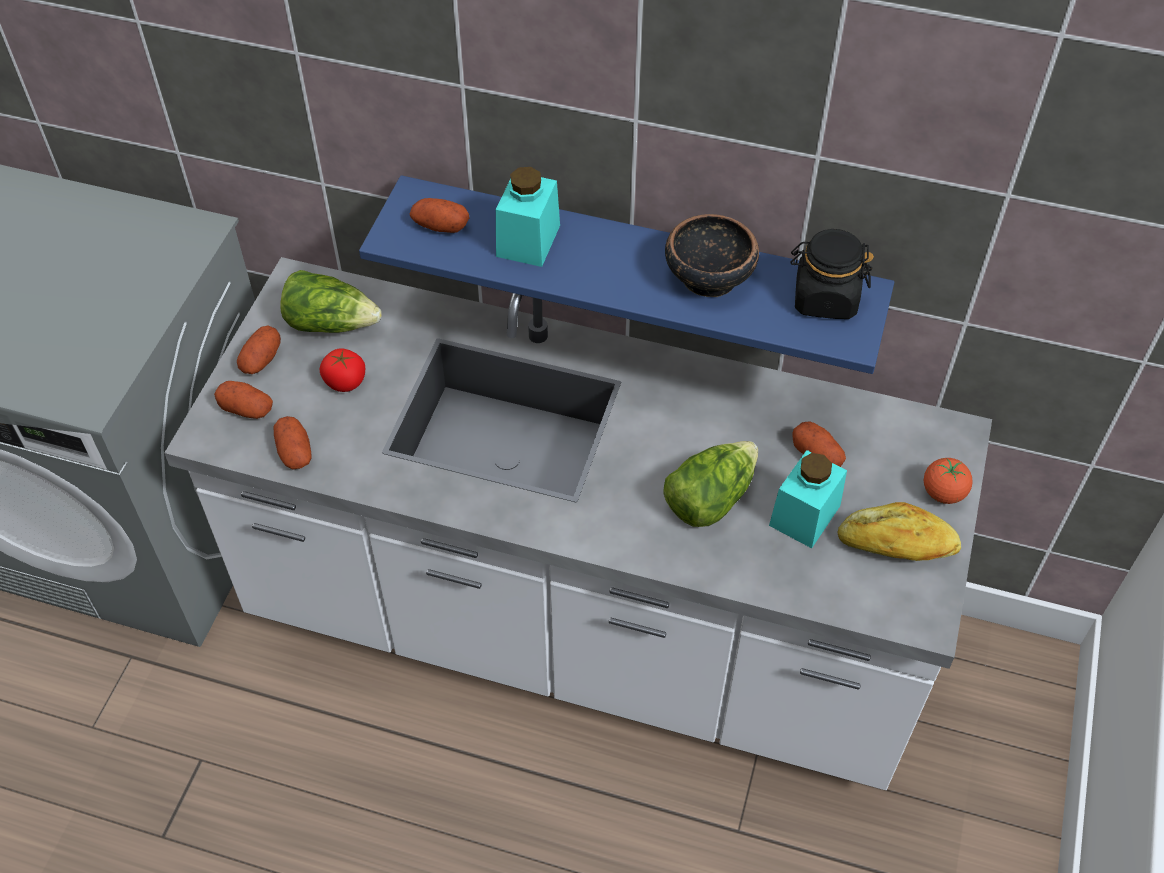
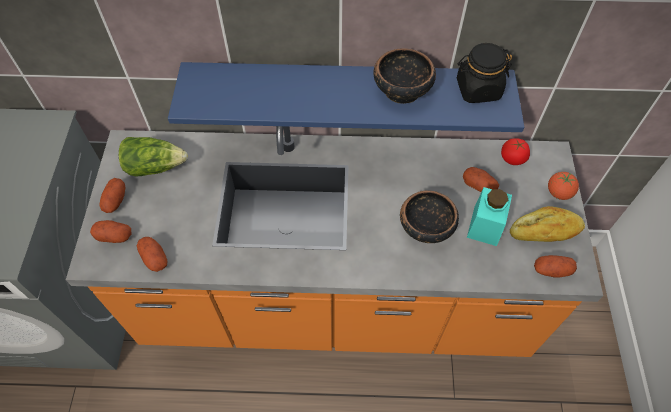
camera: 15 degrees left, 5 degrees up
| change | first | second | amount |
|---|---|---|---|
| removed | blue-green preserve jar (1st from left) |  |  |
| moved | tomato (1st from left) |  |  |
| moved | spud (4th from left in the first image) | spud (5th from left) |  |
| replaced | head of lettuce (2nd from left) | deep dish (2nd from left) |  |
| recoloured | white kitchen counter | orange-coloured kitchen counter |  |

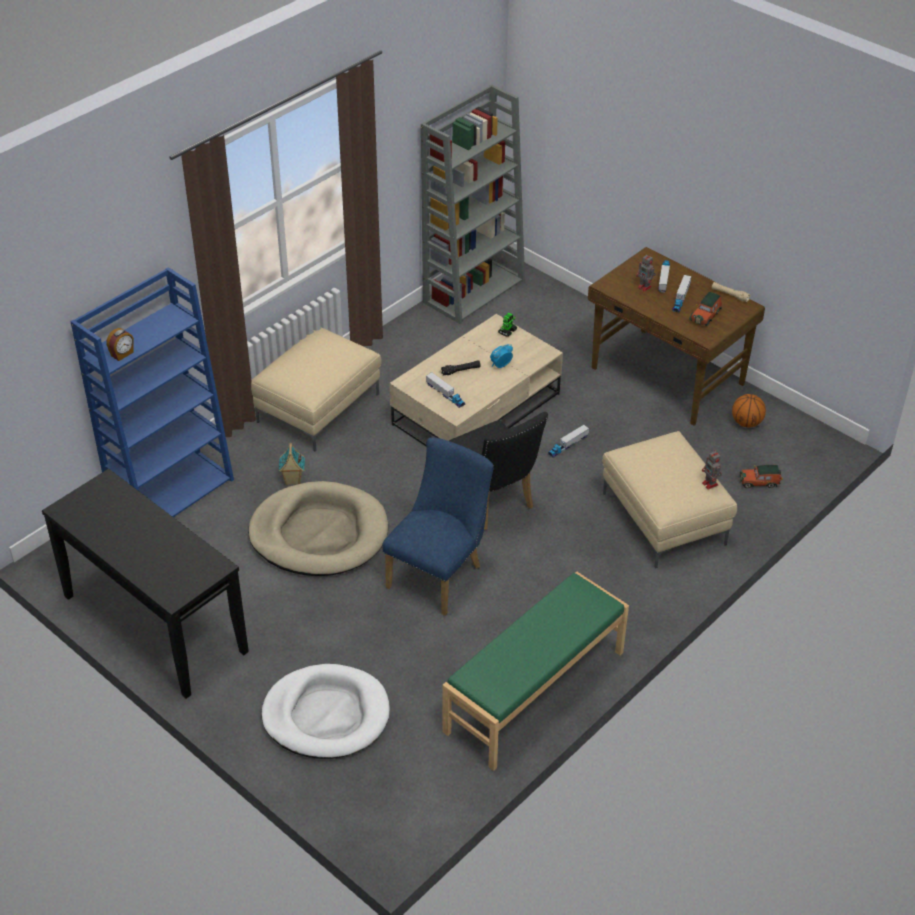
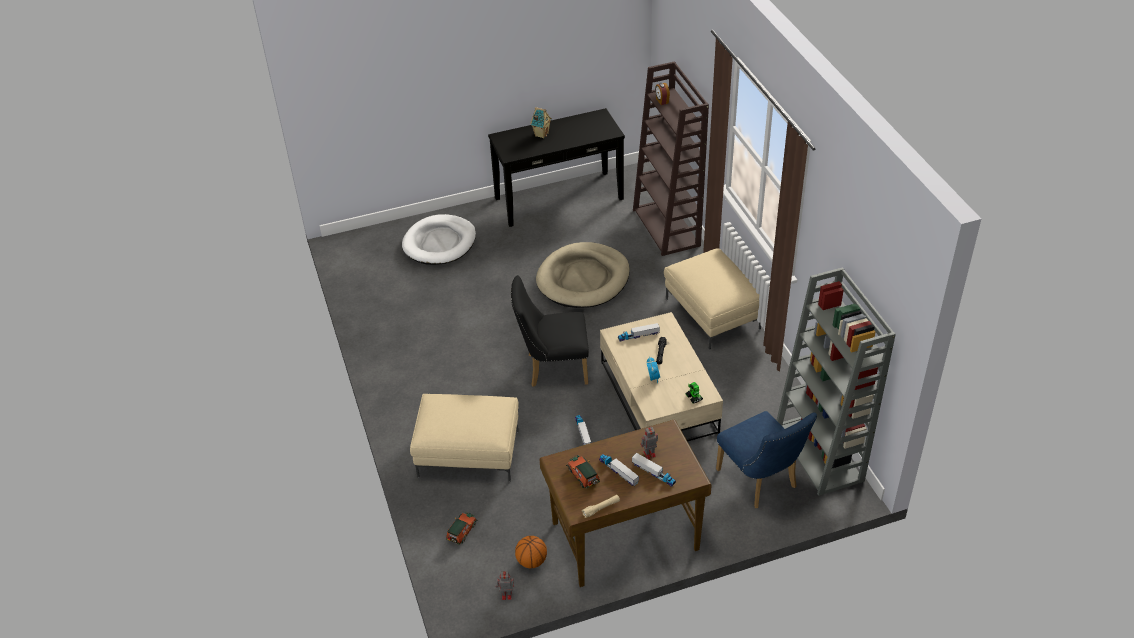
camera: 120 degrees right, 0 degrees up
| change | first | second | amount |
|---|---|---|---|
| removed | greenish long seat |  |  |
| moved | toy house |  |  |
| moved | blue-coloured plain chair |  |  |
| moved | model robot (3rd from left in the first image) | model robot (1st from left) |  |
| recoloured | blue-coloured bookshelf | brown-coloured bookshelf |  |

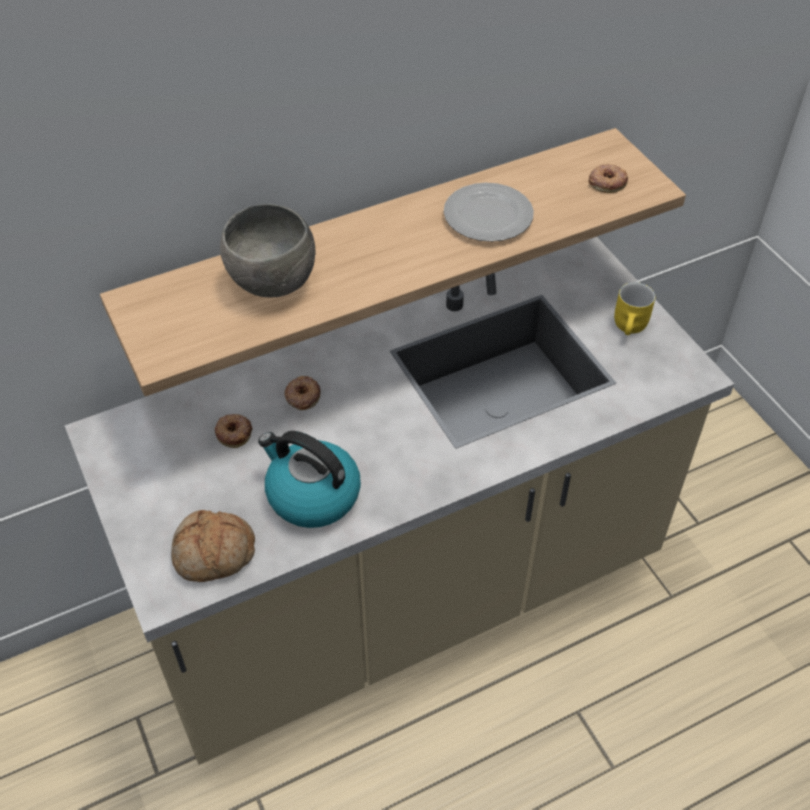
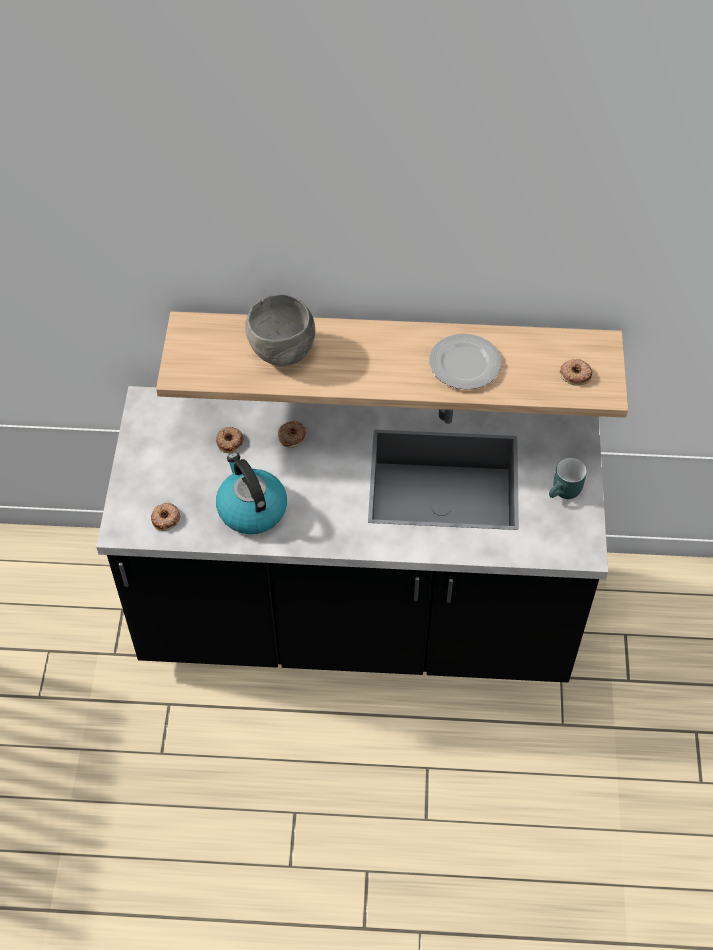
camera: 30 degrees right, 5 degrees up
| change | first | second | amount |
|---|---|---|---|
| replaced | bakery bread | ring doughnut (1st from left) |  |
| recoloured | beige kitchen counter | blackish kitchen counter |  |
| recoloured | yellow coffee mug | blue-green coffee mug |  |

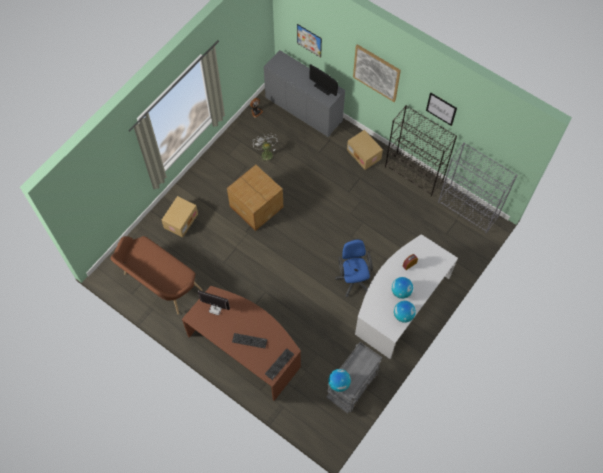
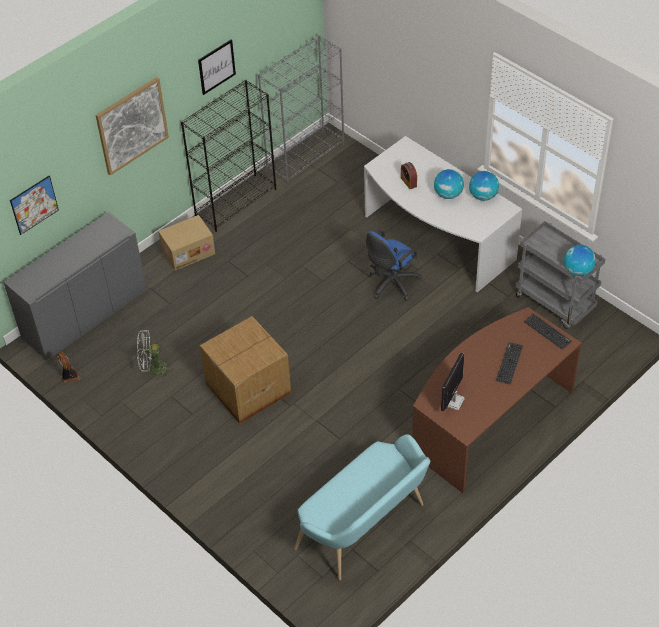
camera: 80 degrees left, 15 degrees down
| change | first | second | amount |
|---|---|---|---|
| removed | carton (1st from left) |  |  |
| removed | monitor (2nd from left) |  |  |
| recoloured | brown-coloured long seat | blue-green long seat |  |
| turned | blue-coloured desk chair |  | 45 degrees counterclockwise |

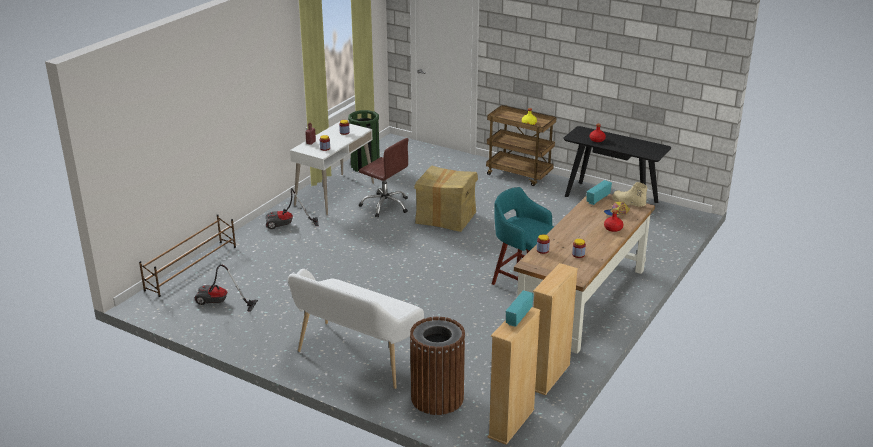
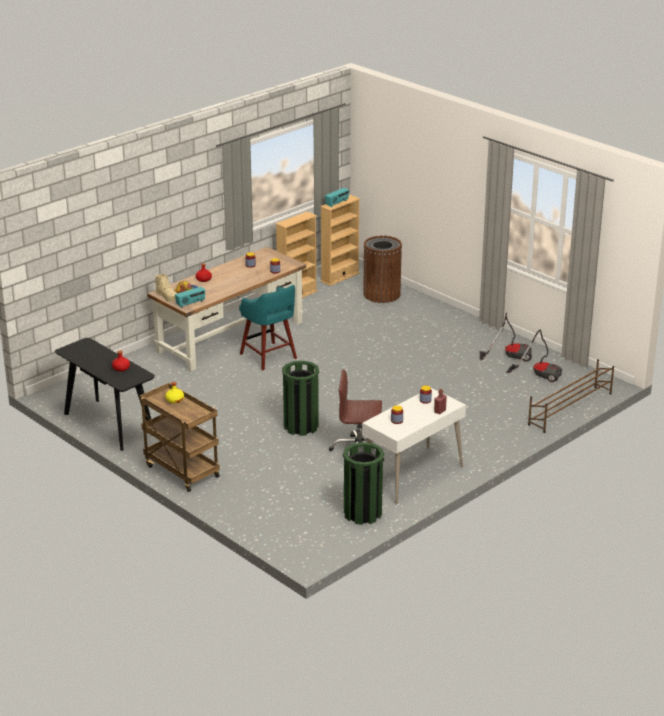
camera: 165 degrees left, 0 degrees up
| change | first | second | amount |
|---|---|---|---|
| removed | white long seat |  |  |
| moved | vacuum cleaner (2nd from left in the first image) | vacuum cleaner (1st from left) |  |
| replaced | carton | greenish rubbish bin (1st from left) |  |
| turned | brown-coloured desk chair |  | 45 degrees counterclockwise |

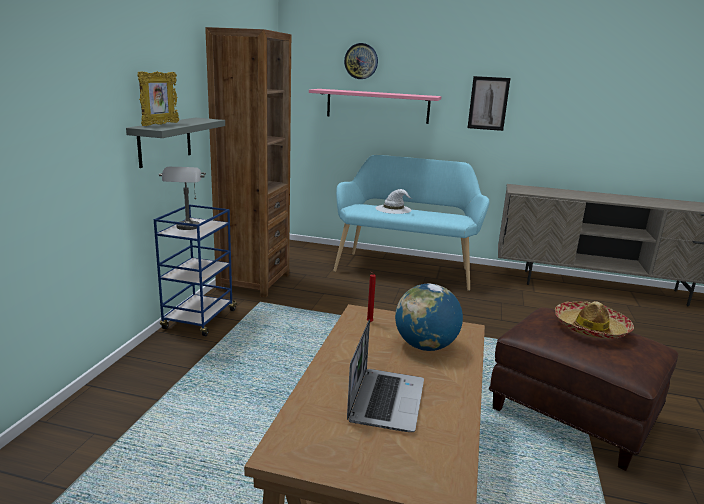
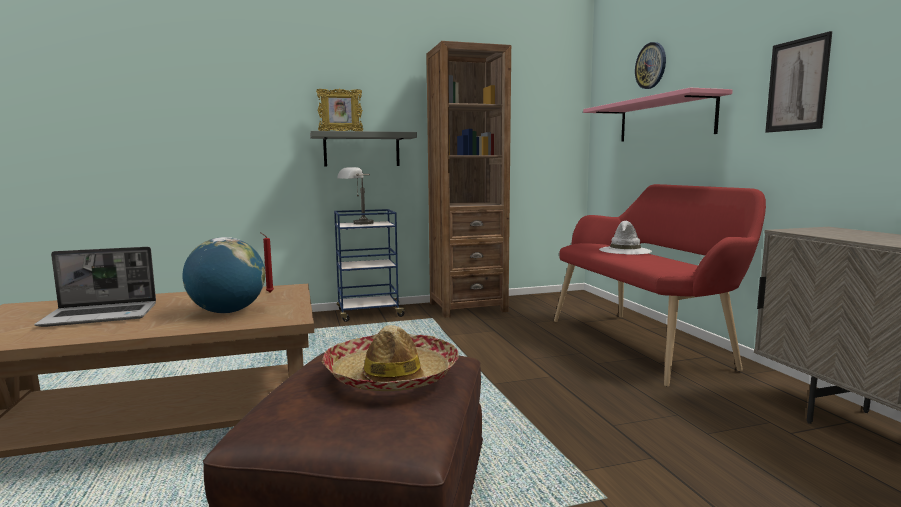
camera: 60 degrees right, 10 degrees down
| change | first | second | amount |
|---|---|---|---|
| recoloured | blue-green long seat | red long seat |  |

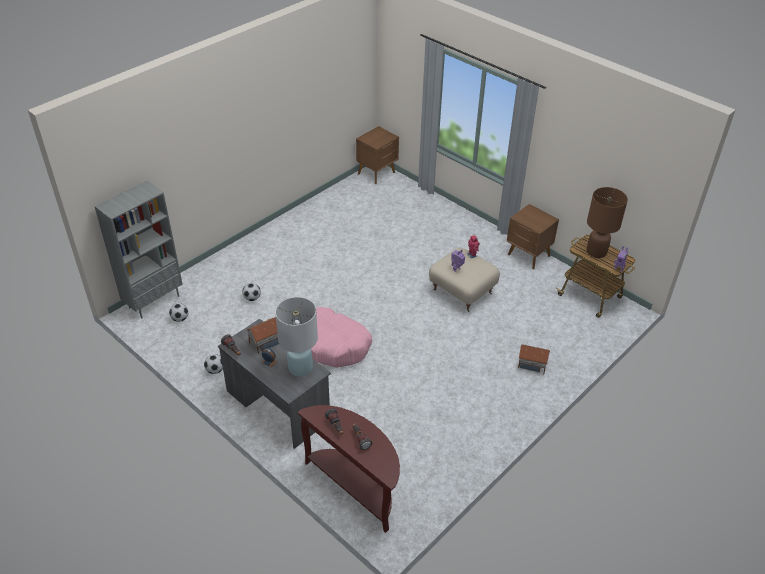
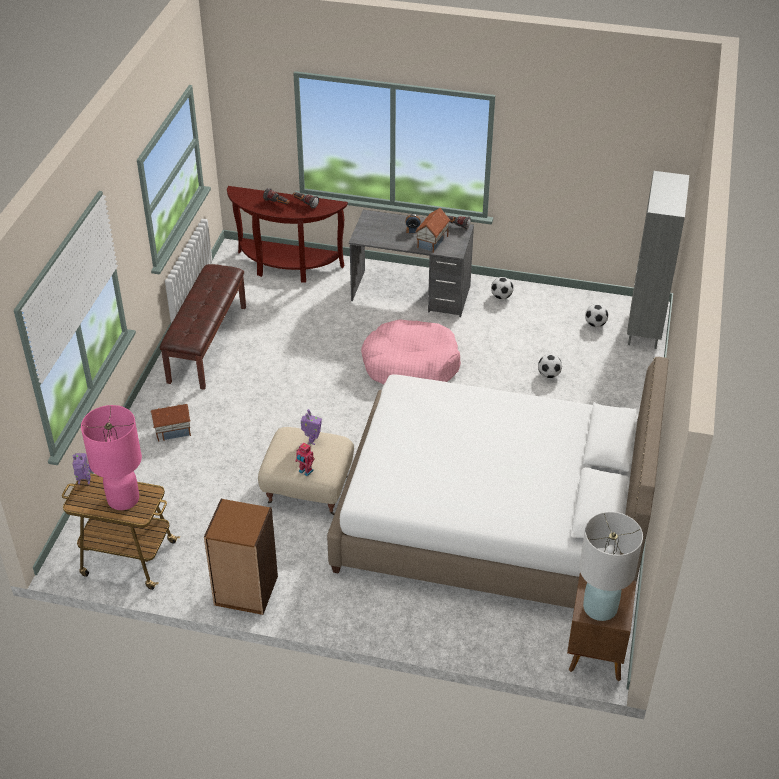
camera: 150 degrees right, 0 degrees up
| change | first | second | amount |
|---|---|---|---|
| added |  | brown-coloured long seat |  |
| added |  | white bedroom bed |  |
| moved | white lamp for a table |  |  |
| replaced | brown-coloured nightstand (2nd from left) | brown-coloured bookshelf |  |
| recoloured | brown-coloured lamp for a table | pink-coloured lamp for a table |  |

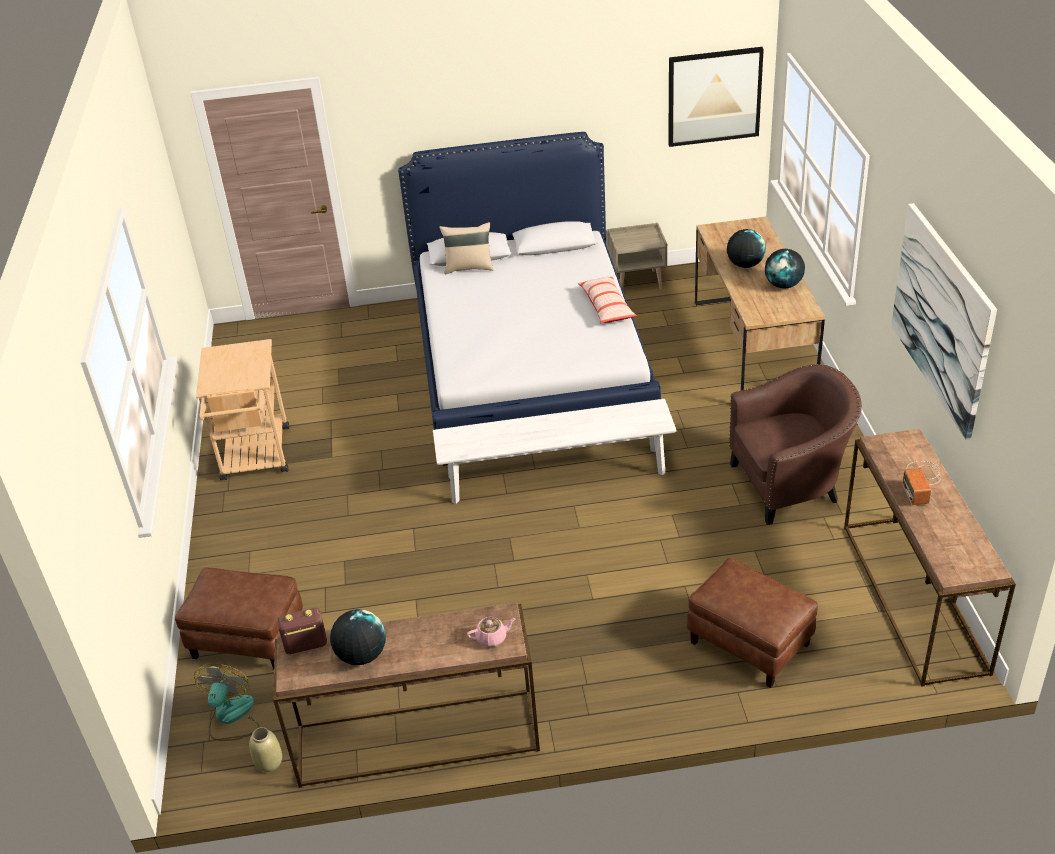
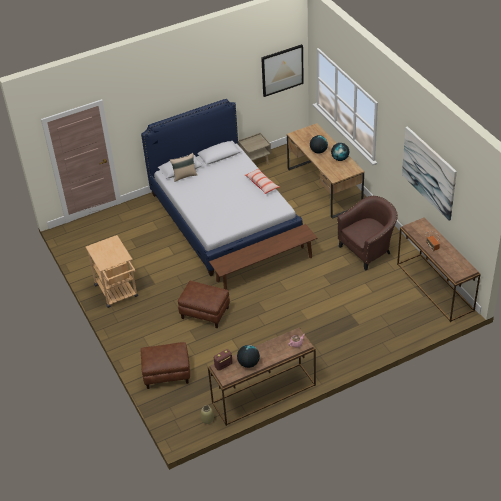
camera: 20 degrees left, 5 degrees up
| change | first | second | amount |
|---|---|---|---|
| removed | cooling fan |  |  |
| moved | brown-coloured pouffe (2nd from left) |  |  |
| recoloured | white long seat | brown-coloured long seat |  |

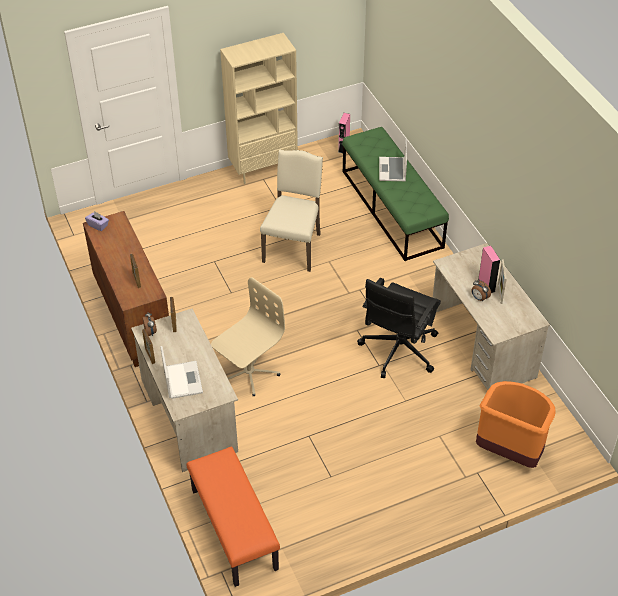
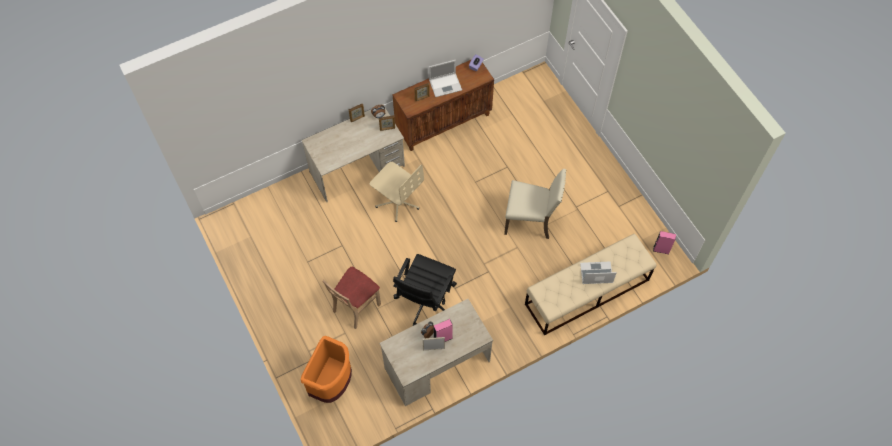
camera: 85 degrees right, 15 degrees up
| change | first | second | amount |
|---|---|---|---|
| removed | orange-coloured long seat |  |  |
| removed | beige bookshelf |  |  |
| added |  | beige plain chair (1st from left) |  |
| moved | portable computer (1st from left) |  |  |
| recoloured | greenish long seat | beige long seat |  |
| turned | blackish desk chair |  | 90 degrees counterclockwise |

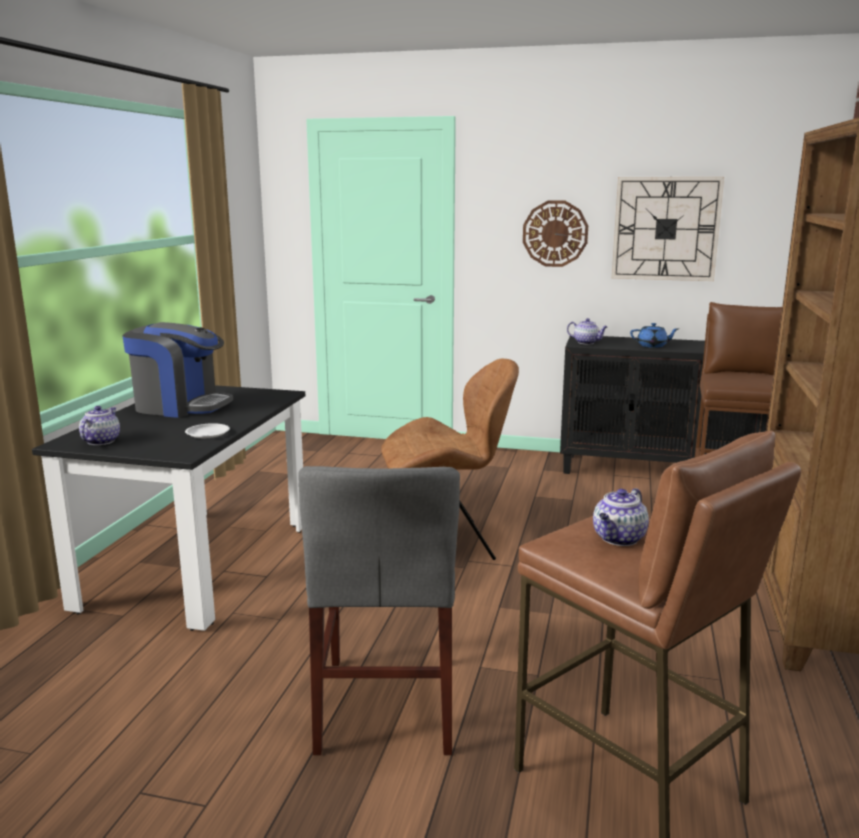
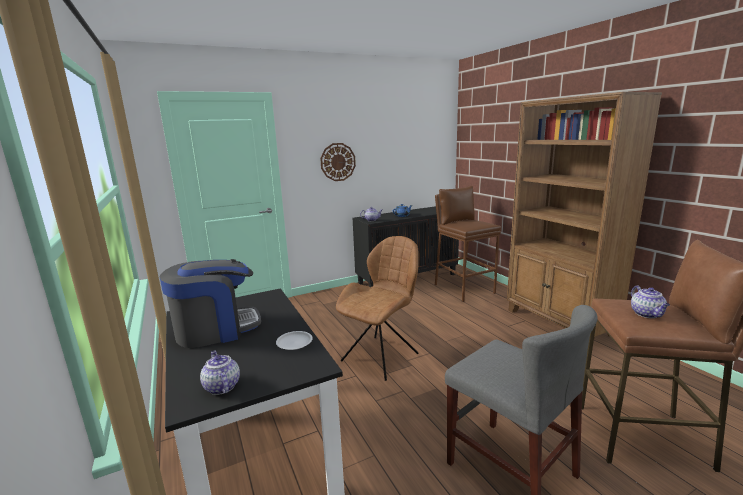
camera: 40 degrees left, 0 degrees up
| change | first | second | amount |
|---|---|---|---|
| removed | clock on the wall (2nd from left) |  |  |

